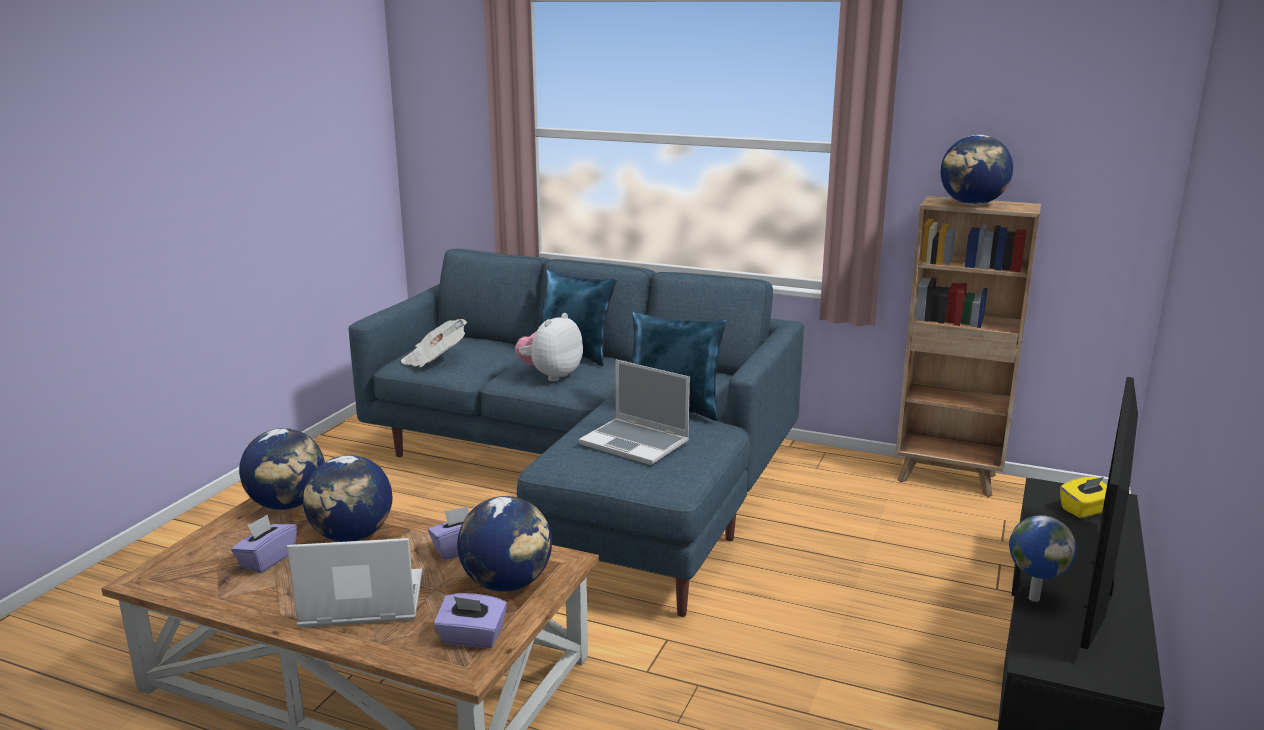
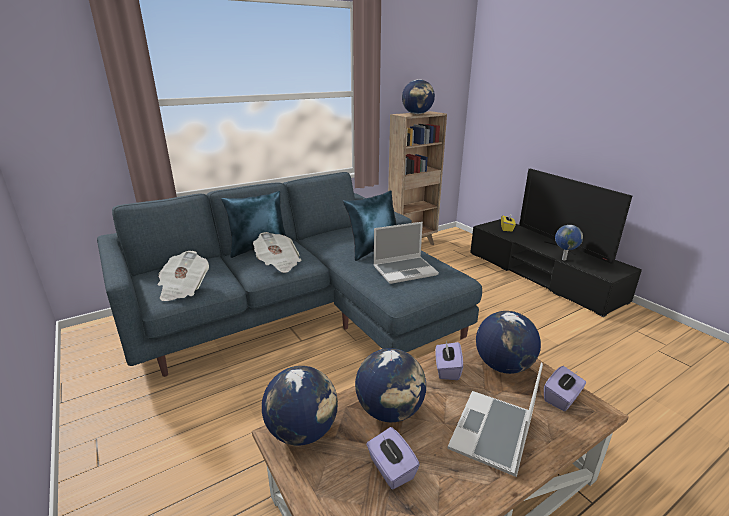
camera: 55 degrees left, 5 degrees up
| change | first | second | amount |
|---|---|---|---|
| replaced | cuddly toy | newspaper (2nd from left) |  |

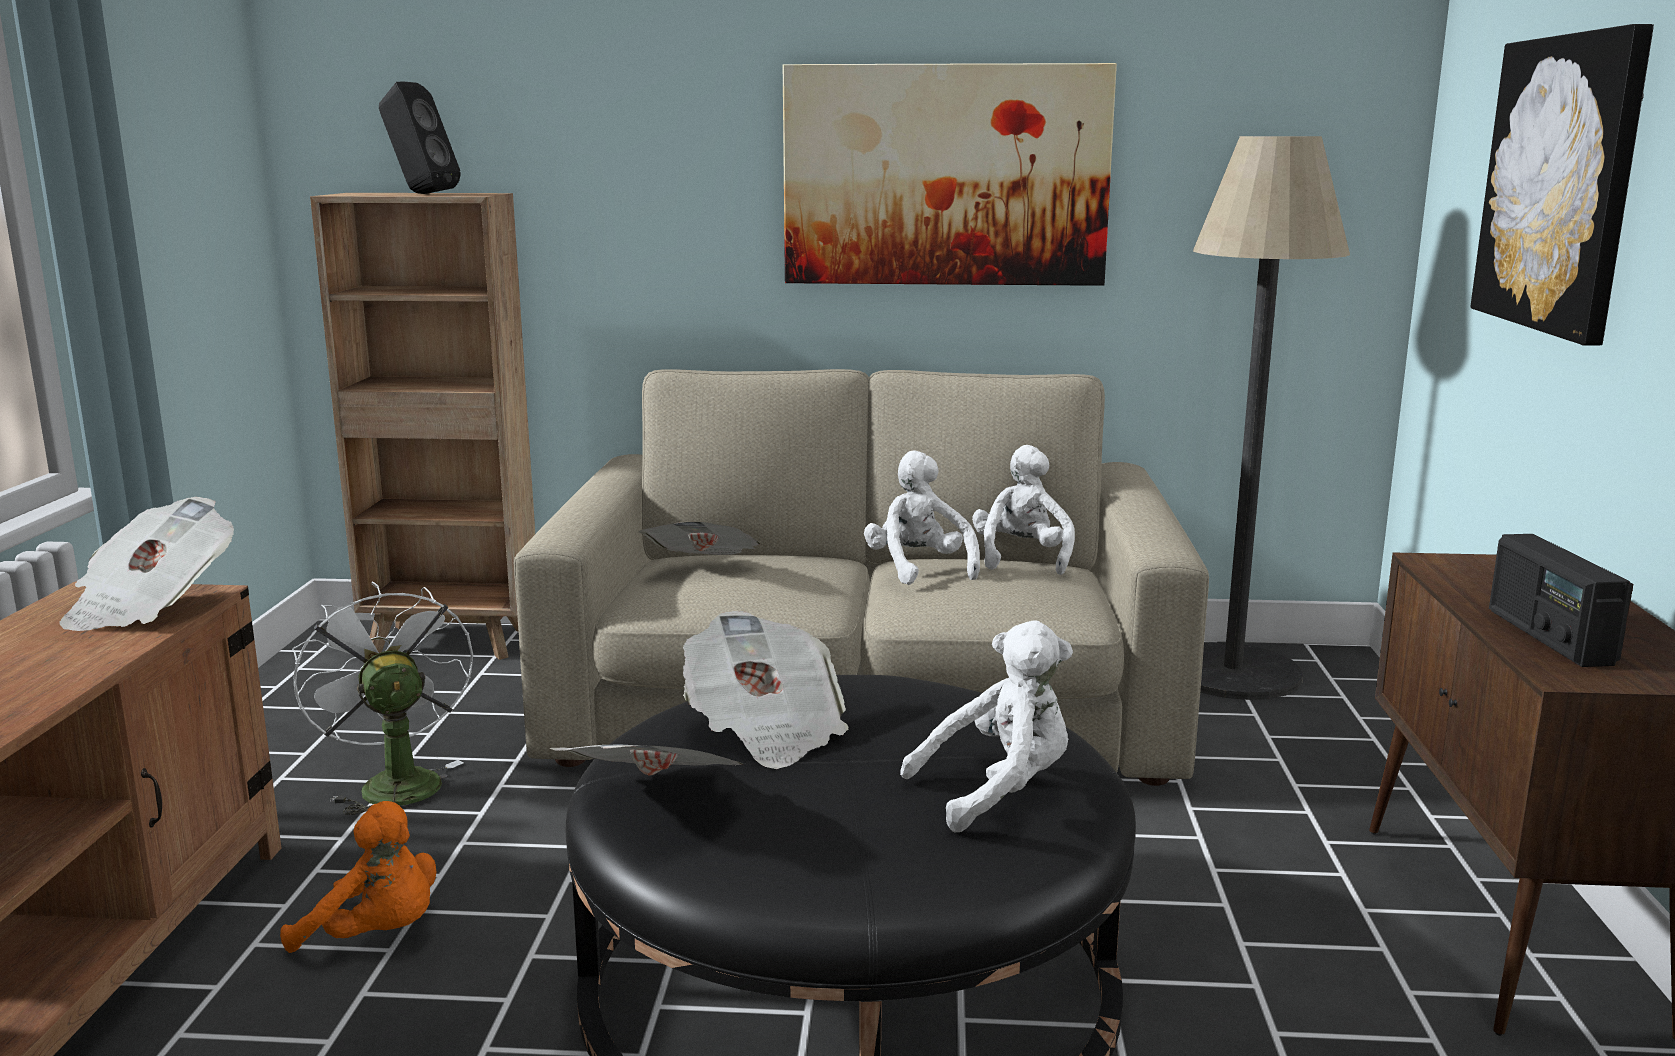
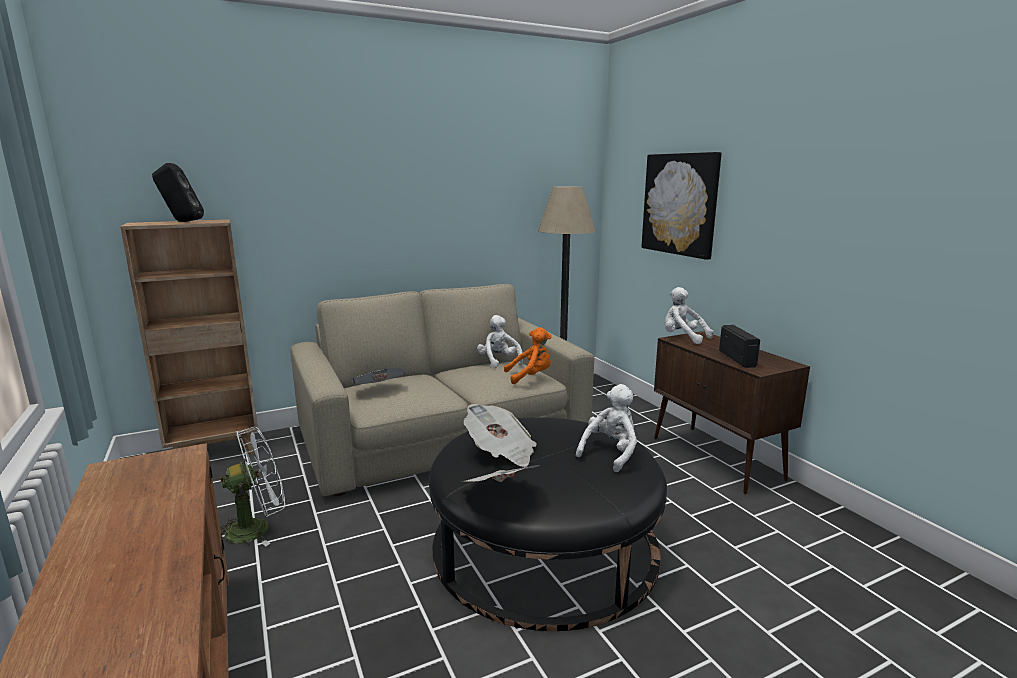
camera: 30 degrees left, 0 degrees up
| change | first | second | amount |
|---|---|---|---|
| removed | newspaper (1st from left) |  |  |
| removed | picture (1st from left) |  |  |
| moved | orange-coloured cuddly toy |  |  |
| moved | white cuddly toy (1st from left in the first image) | white cuddly toy (3rd from left) |  |
| turned | white cooling fan |  | 120 degrees clockwise |
| turned | radio |  | 150 degrees counterclockwise |

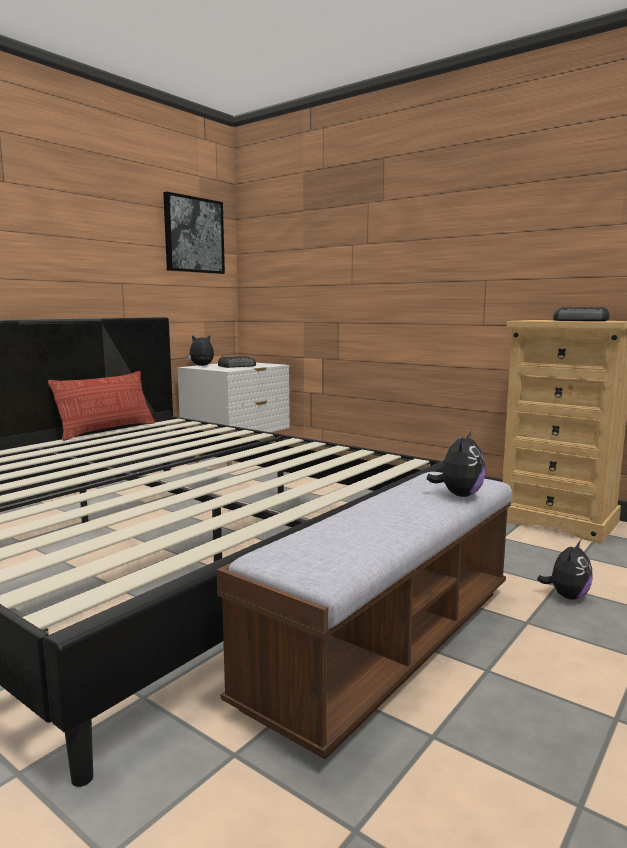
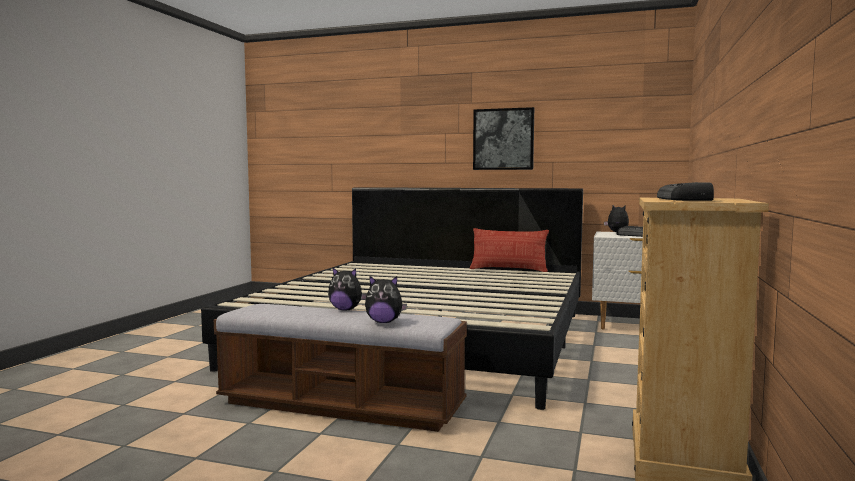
camera: 70 degrees right, 5 degrees down
| change | first | second | amount |
|---|---|---|---|
| moved | picture |  |  |
| moved | cuddly toy (3rd from left in the first image) | cuddly toy (1st from left) |  |

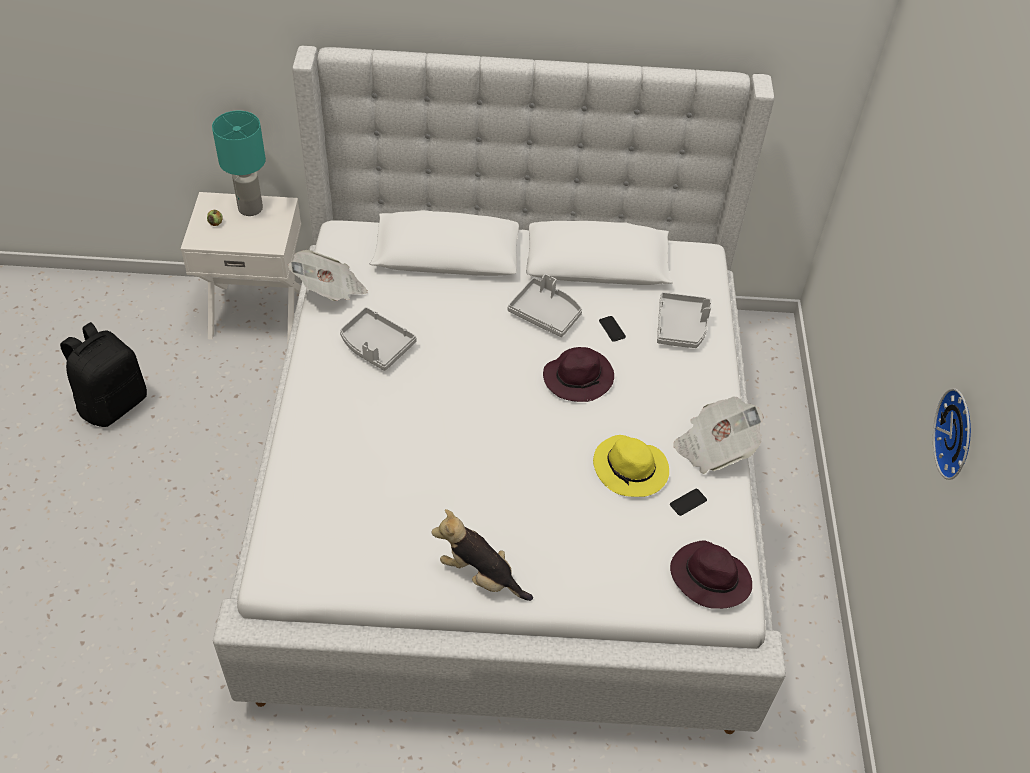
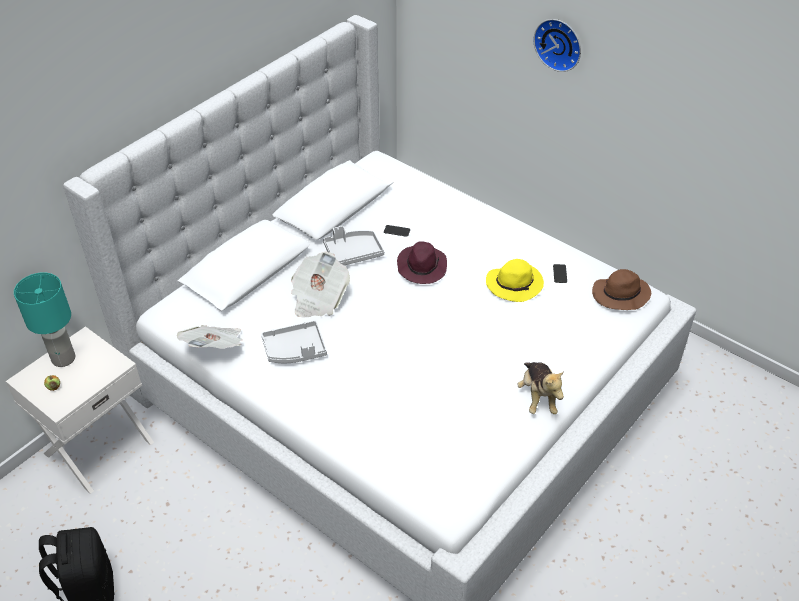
camera: 50 degrees left, 5 degrees down
| change | first | second | amount |
|---|---|---|---|
| removed | greyish carrying tray (3rd from left) |  |  |
| moved | newspaper (2nd from left) |  |  |
| moved | clock on the wall |  |  |
| recoloured | purple-coloured clothing hat (2nd from left) | brown-coloured clothing hat |  |
| turned | cuddly toy |  | 75 degrees counterclockwise |

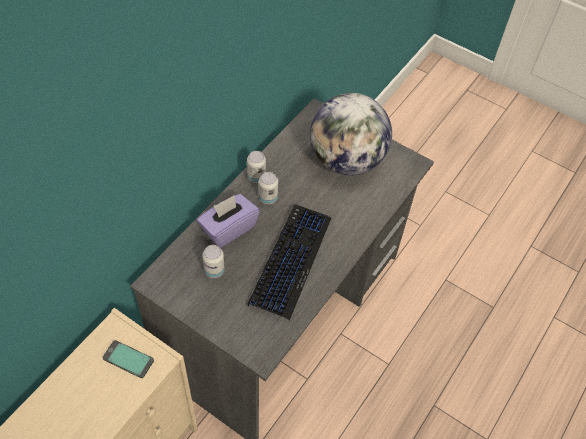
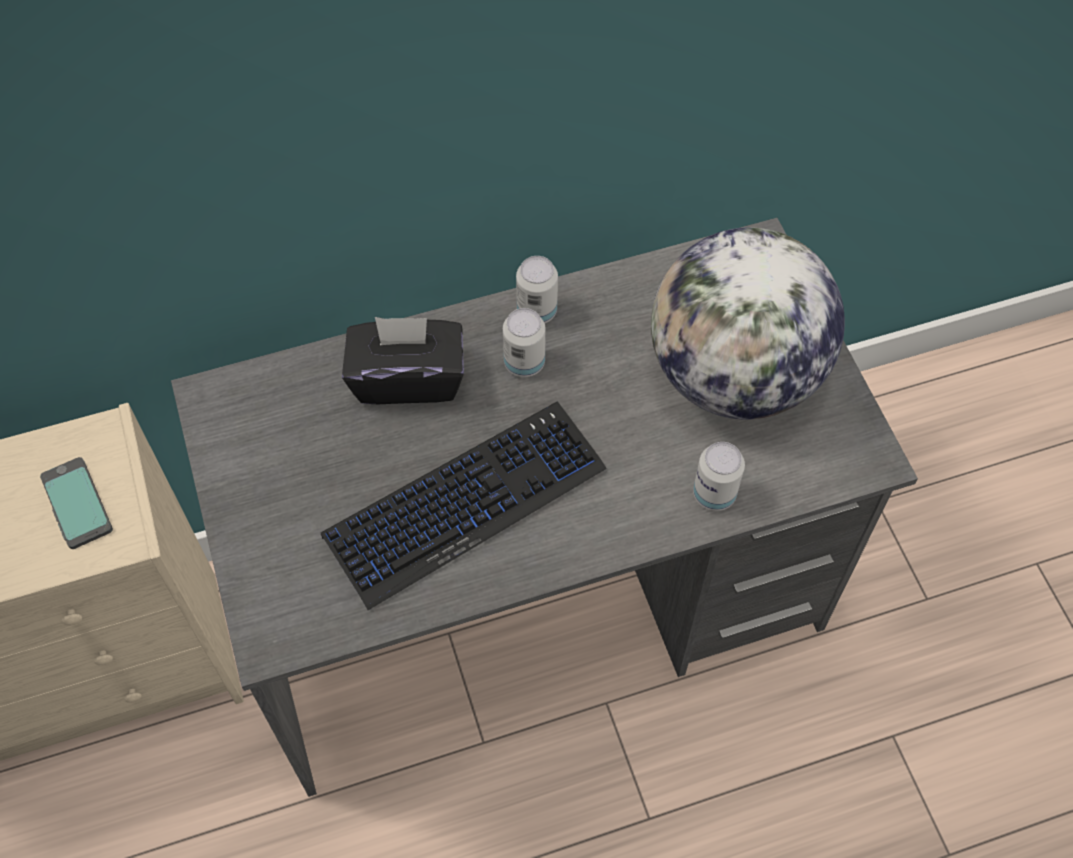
camera: 40 degrees right, 5 degrees up
| change | first | second | amount |
|---|---|---|---|
| moved | can (1st from left in the first image) | can (3rd from left) |  |
| recoloured | purple-coloured tissue holder | blackish tissue holder |  |

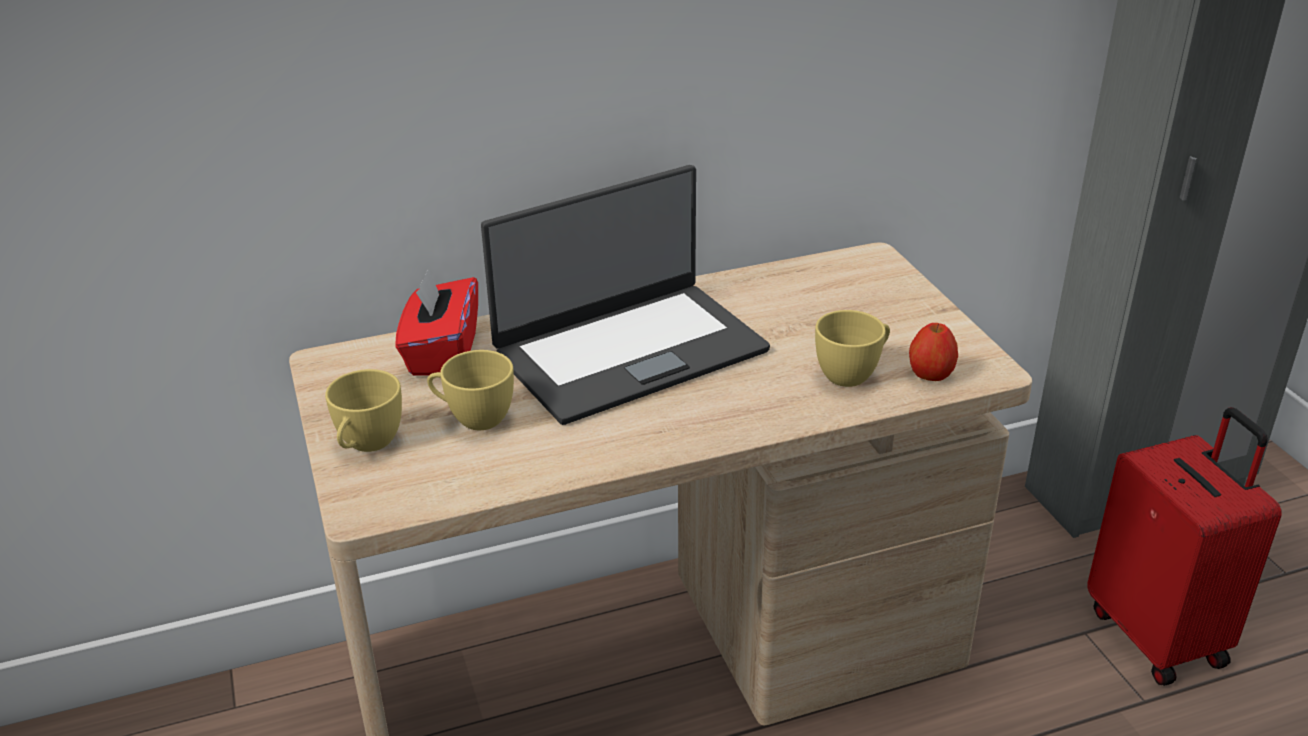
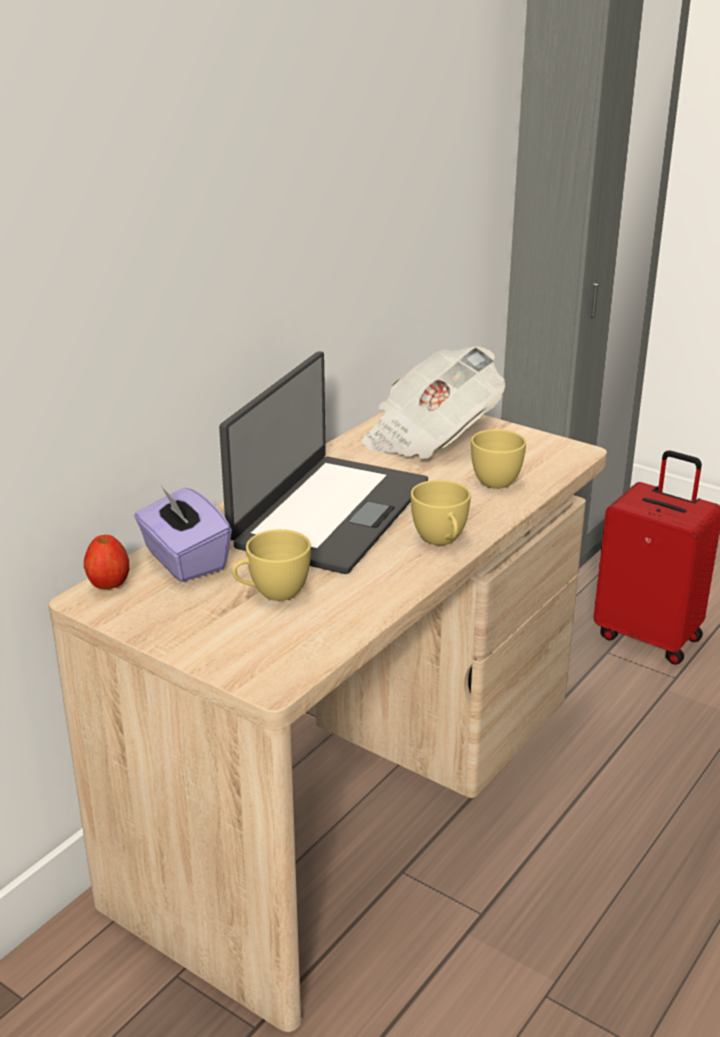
camera: 35 degrees left, 5 degrees down
| change | first | second | amount |
|---|---|---|---|
| added |  | newspaper |  |
| moved | yellow small cup (1st from left in the first image) | yellow small cup (2nd from left) |  |
| moved | apple |  |  |
| recoloured | red tissue holder | purple-coloured tissue holder |  |

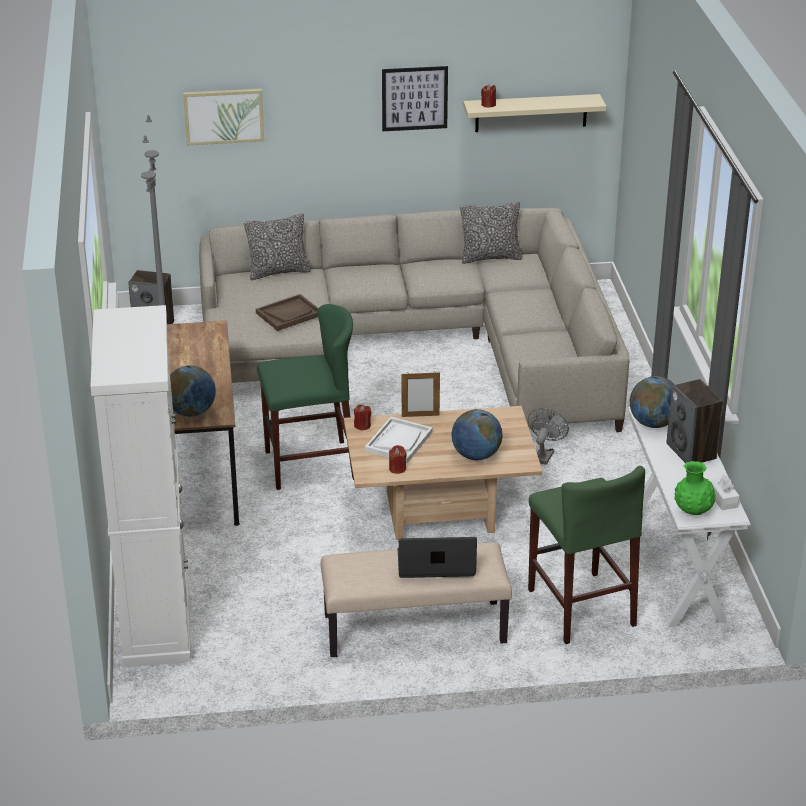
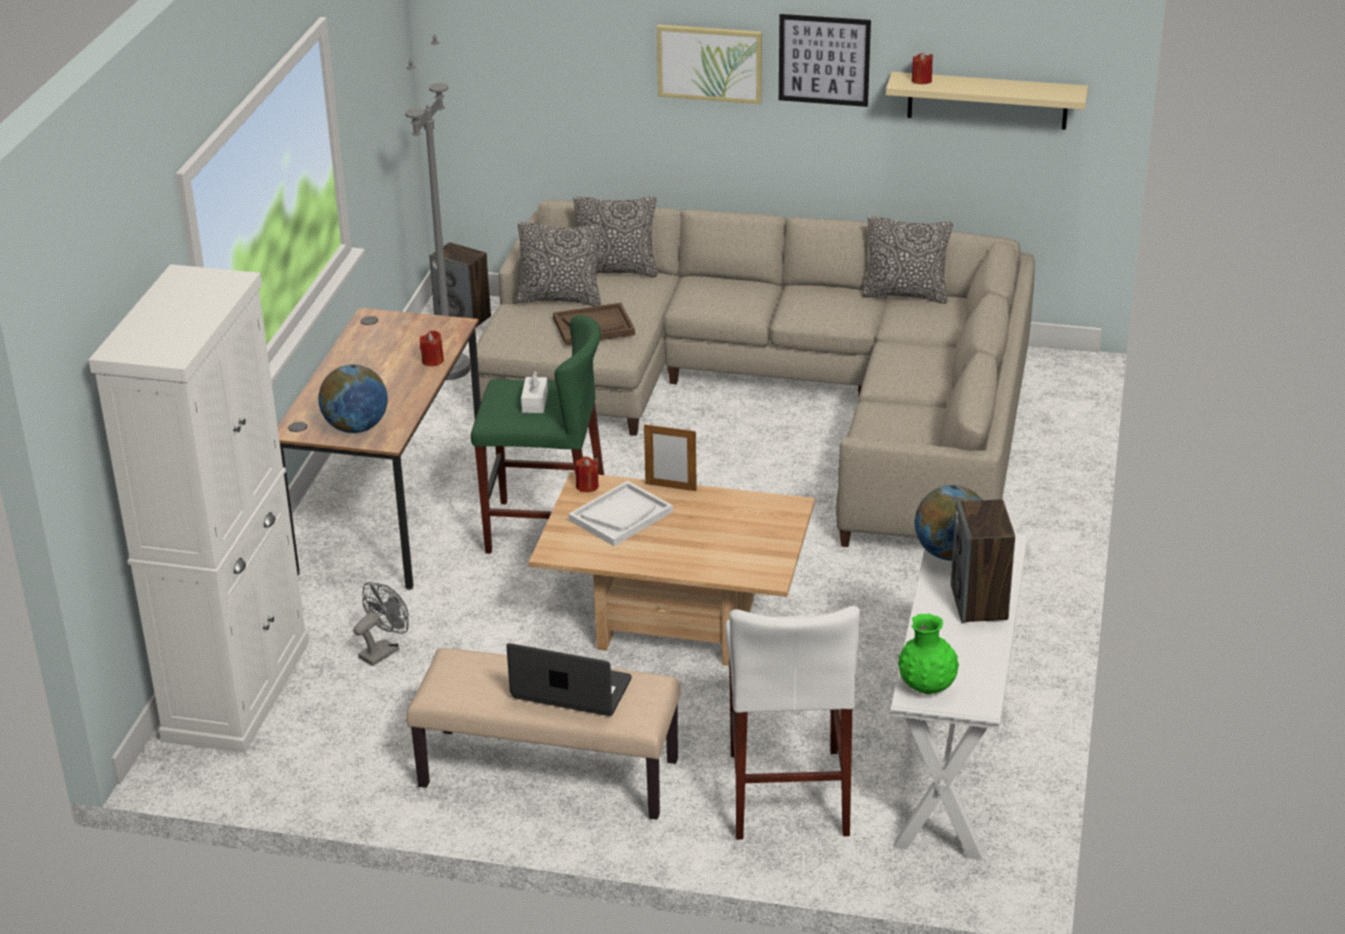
camera: 20 degrees right, 0 degrees up
| change | first | second | amount |
|---|---|---|---|
| removed | globe (2nd from left) |  |  |
| added |  | throw pillow (1st from left) |  |
| moved | picture (1st from left) |  |  |
| moved | red wax candle (2nd from left in the first image) | red wax candle (1st from left) |  |
| moved | greyish cooling fan |  |  |
| moved | white tissue holder |  |  |
| recoloured | greenish sitting stool (2nd from left) | white sitting stool |  |

